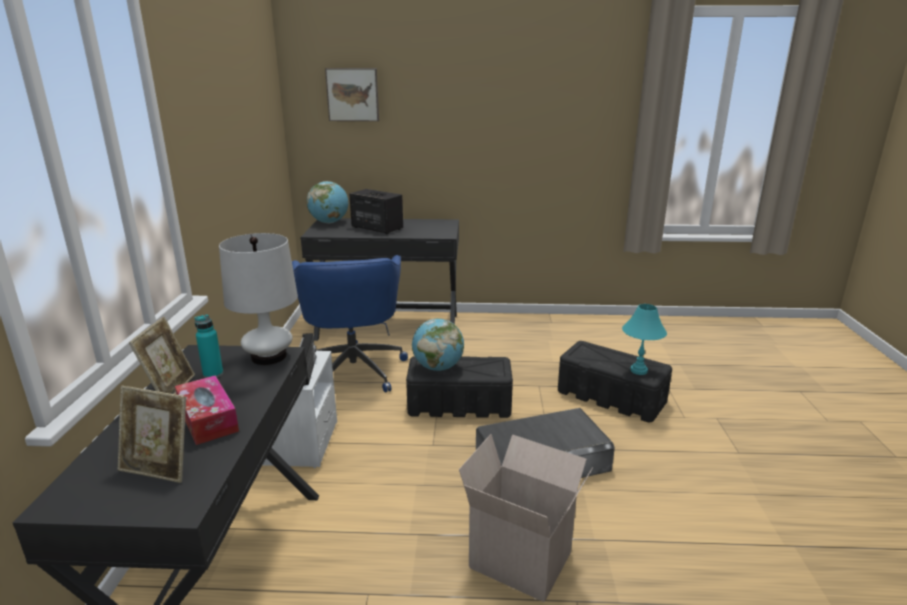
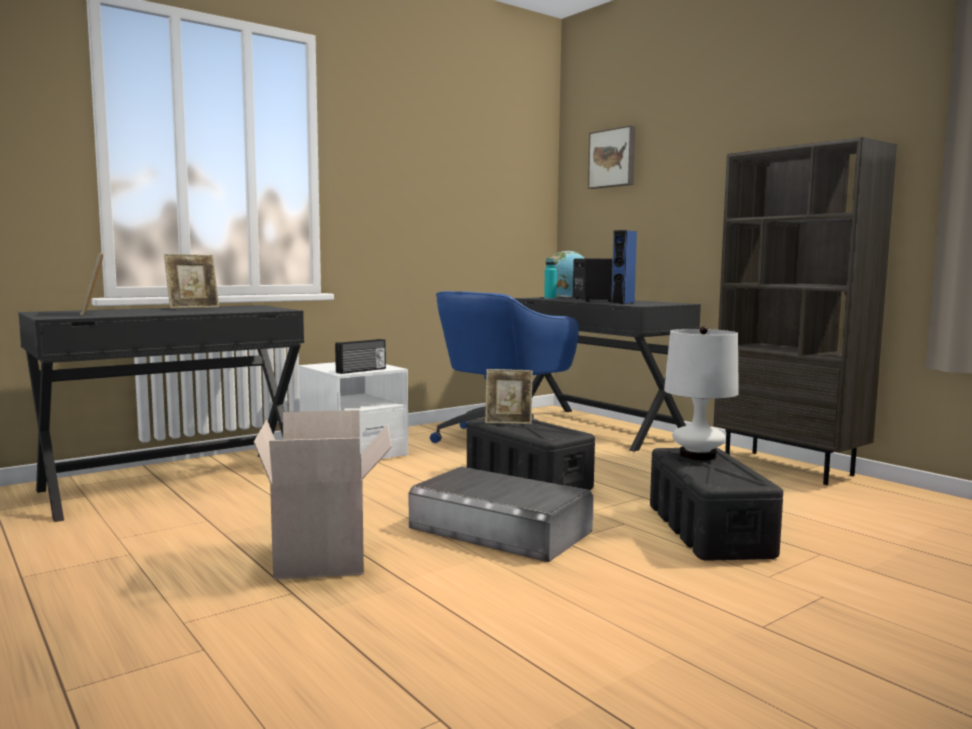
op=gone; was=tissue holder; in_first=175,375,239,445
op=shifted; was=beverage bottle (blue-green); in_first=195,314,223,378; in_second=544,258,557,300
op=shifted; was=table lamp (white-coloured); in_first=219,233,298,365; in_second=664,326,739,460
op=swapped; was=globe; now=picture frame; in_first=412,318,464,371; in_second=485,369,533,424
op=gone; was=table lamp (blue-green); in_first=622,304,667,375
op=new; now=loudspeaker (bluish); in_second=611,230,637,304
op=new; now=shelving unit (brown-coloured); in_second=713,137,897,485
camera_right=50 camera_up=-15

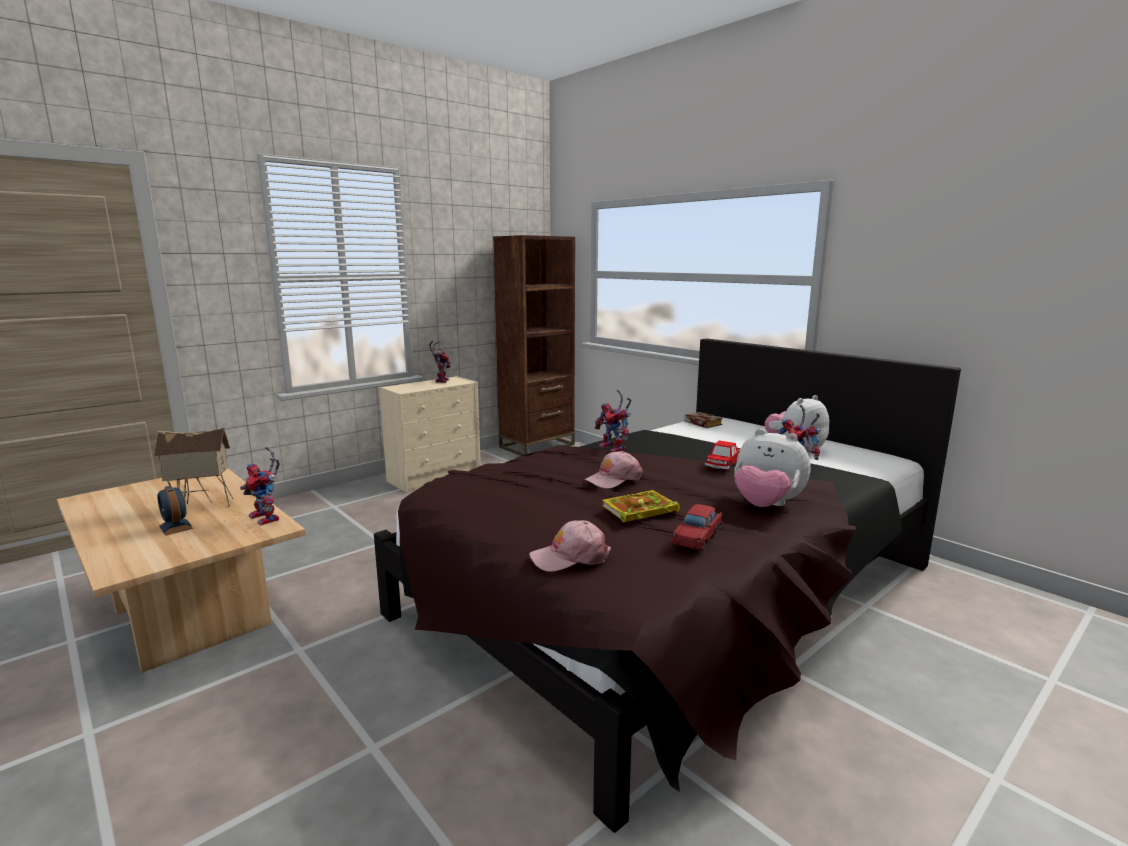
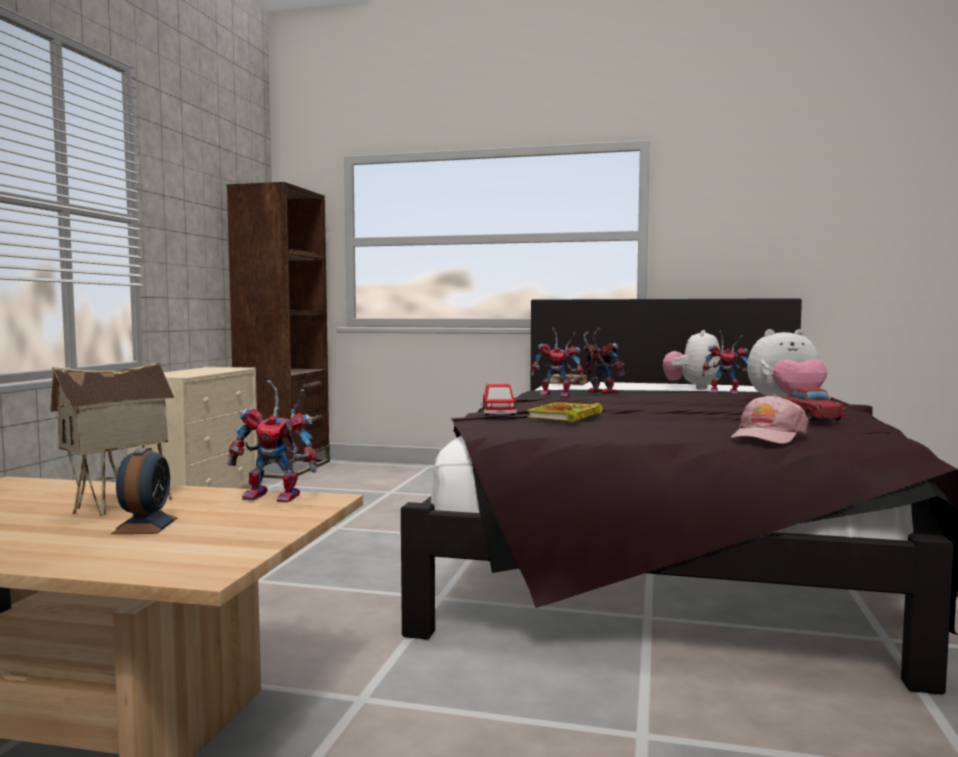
op=rotated; was=table clock; in_first=157,486,193,536; in_second=111,447,178,534; clockwise=-105
op=shifted; was=model robot; in_first=429,341,451,383; in_second=583,328,625,394
op=gone; was=baseball cap (pink); in_first=584,451,643,489
op=shifted; was=book; in_first=602,490,680,522; in_second=527,402,603,422
op=shifted; was=miniature car; in_first=705,440,740,470; in_second=481,384,517,415
camera_right=-35 camera_up=-10

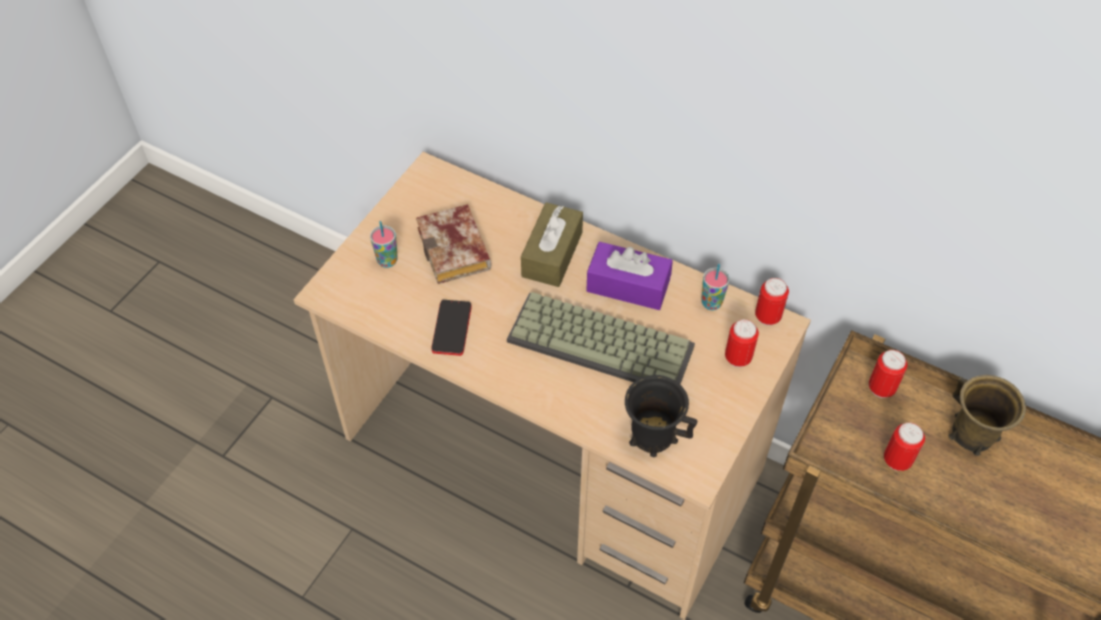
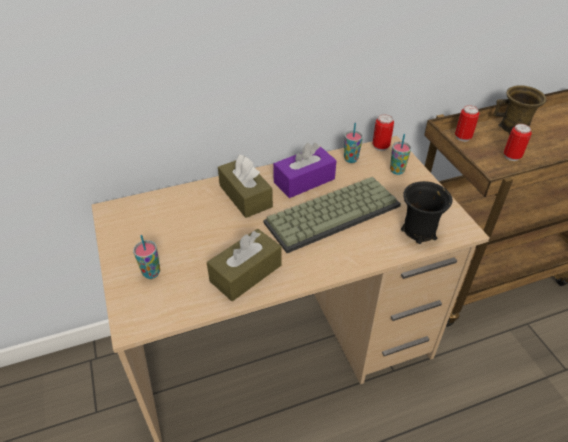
op=gone; was=book; in_first=416,204,491,284
op=swapped; was=handset; now=tissue holder (brown-coloured); in_first=431,300,471,356; in_second=207,229,282,301
op=swapped; was=sealed can; now=cup; in_first=725,319,759,367; in_second=390,134,411,175
camera_right=-50 camera_up=-10

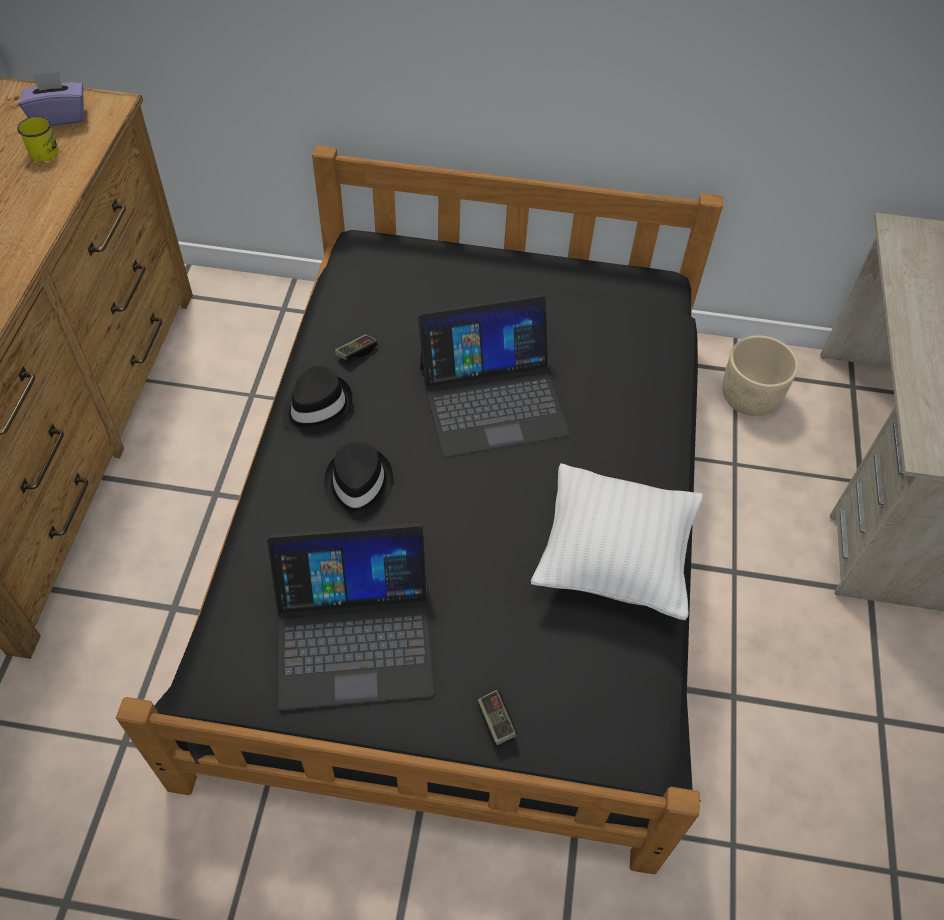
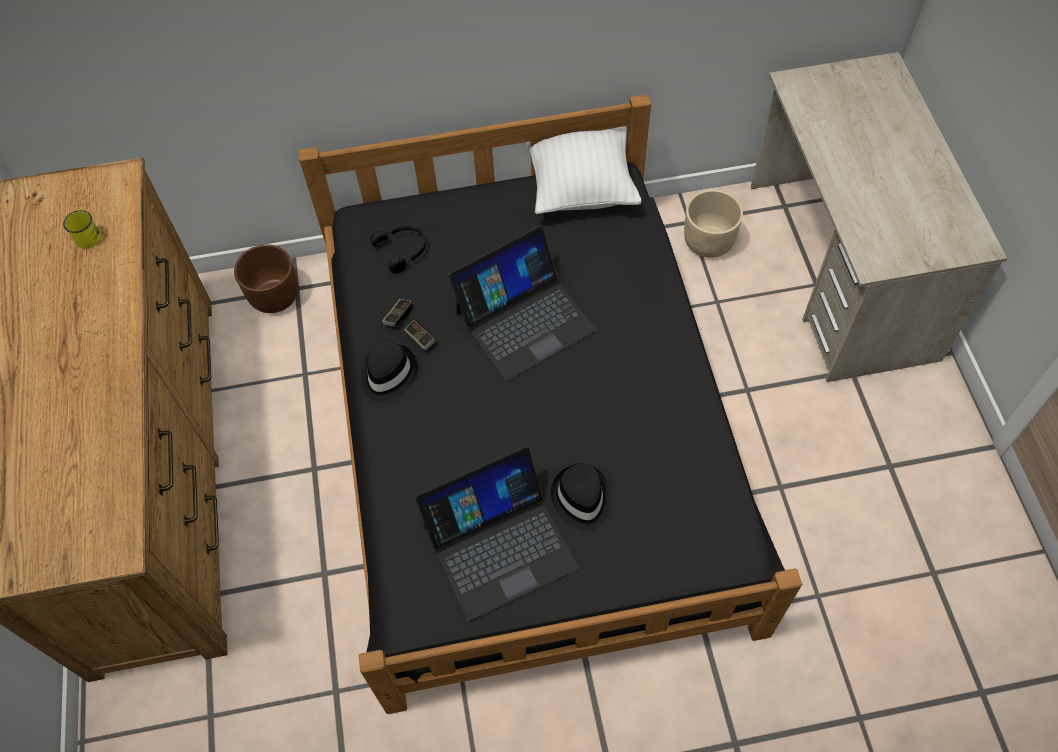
op=gone; was=tissue holder (purplish); in_first=19,72,84,126
op=shifted; was=clothing hat (blackish); in_first=324,442,393,520; in_second=551,464,611,530
op=shifted; was=game controller; in_first=478,690,517,745; in_second=404,320,436,351
op=shifted; was=cushion (white-coloured); in_first=531,463,703,620; in_second=526,126,642,214
op=new; now=flower pot (brown-coloured); in_second=234,244,298,313
op=new; now=pair of headphones (blackish); in_second=371,226,426,273
camera_right=-15 camera_up=5

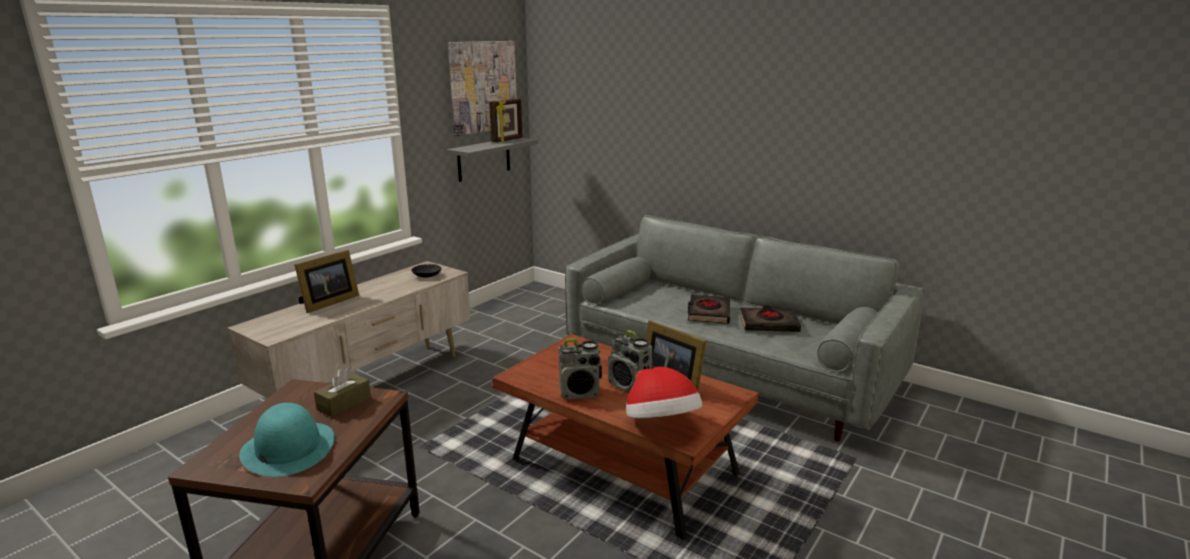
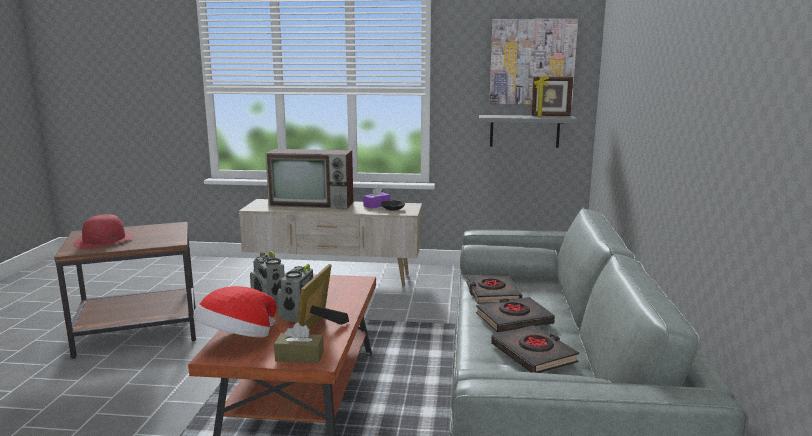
op=repainted; was=clothing hat (blue-green); now=clothing hat (red); in_first=239,403,335,477; in_second=73,214,135,249
op=swapped; was=picture frame; now=TV set; in_first=294,250,359,313; in_second=265,149,353,209
op=shifted; was=tissue holder (brown-coloured); in_first=314,368,371,417; in_second=274,322,324,363
op=new; now=tissue holder (purplish); in_second=363,185,390,209
op=new; now=book (blackish); in_second=467,274,522,304
camera_right=60 camera_up=-5

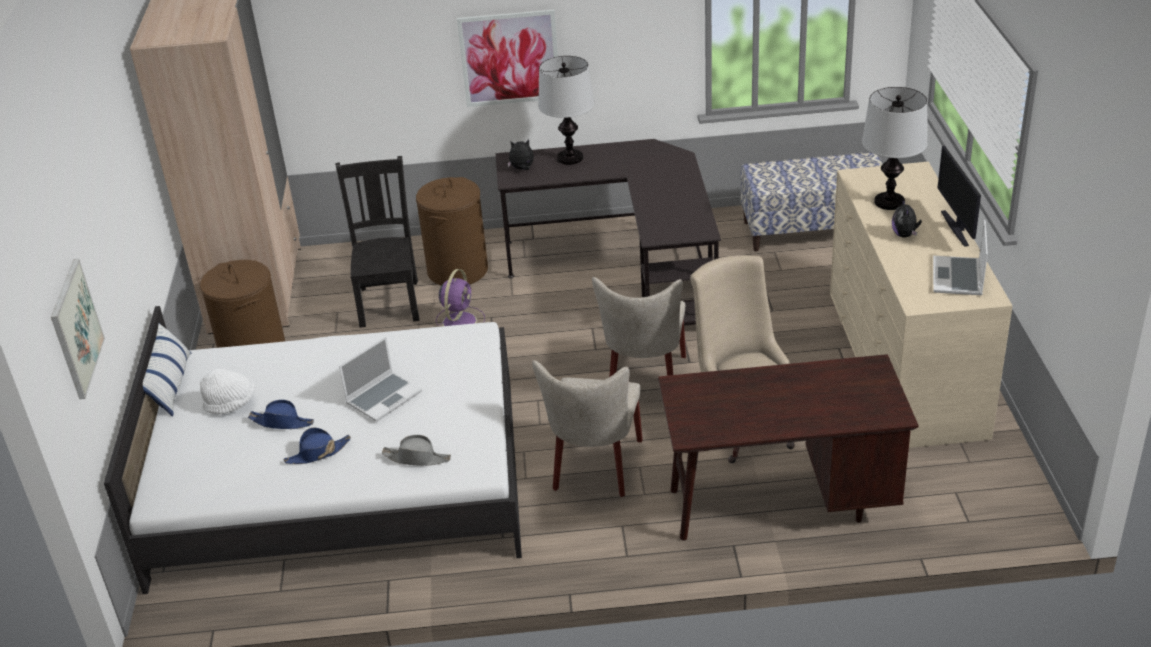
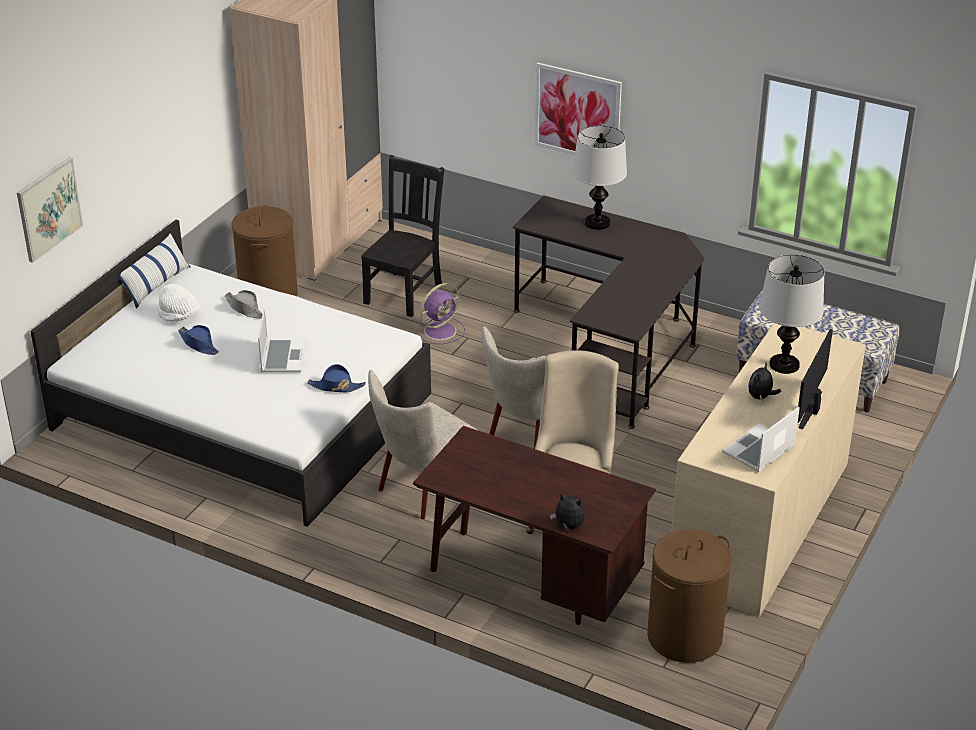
op=shifted; was=clothing hat (bluish); in_first=284,428,351,464; in_second=307,364,366,392
op=rotated; was=notebook computer; in_first=339,337,422,422; in_second=258,308,306,372; clockwise=-75
op=shifted; was=clothing hat (grey); in_first=382,435,451,465; in_second=225,290,263,319
op=shifted; was=washing basket (brown-coloured); in_first=416,177,488,285; in_second=647,529,732,663
op=shifted; was=soft toy; in_first=507,140,534,170; in_second=550,493,585,533
camera_right=30 camera_up=0

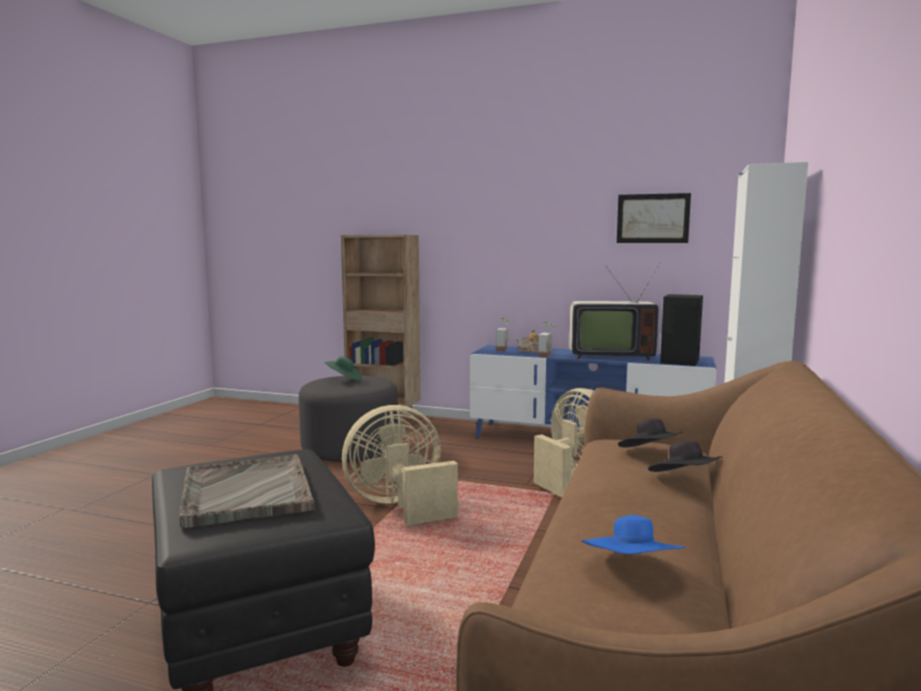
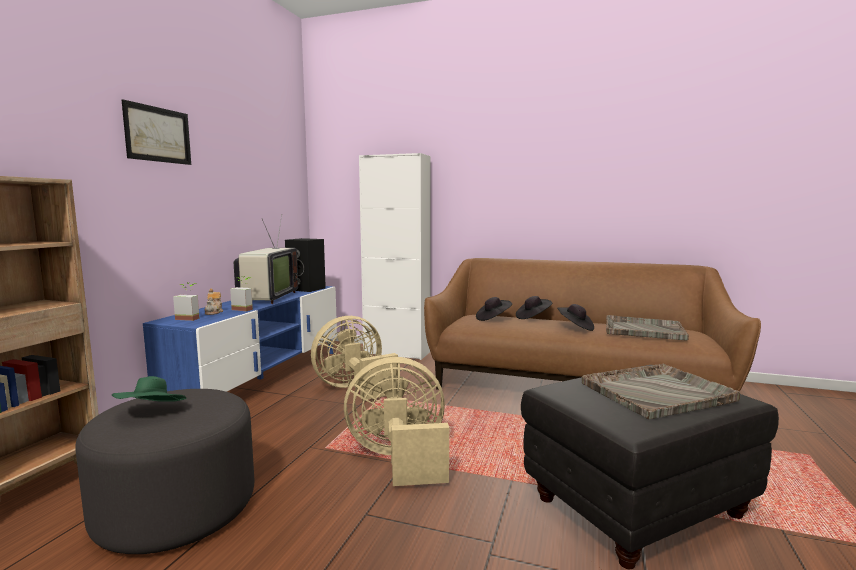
op=rotated; was=cooling fan (beige-coloured); in_first=342,405,458,525; in_second=344,357,449,486; clockwise=105
op=swapped; was=clothing hat (bluish); now=tray (grey); in_first=582,515,685,555; in_second=606,315,689,340
op=shifted; was=wall art; in_first=617,193,691,243; in_second=122,99,191,165
op=new; now=clothing hat (blackish); in_second=557,304,594,331
camera_right=-90 camera_up=0

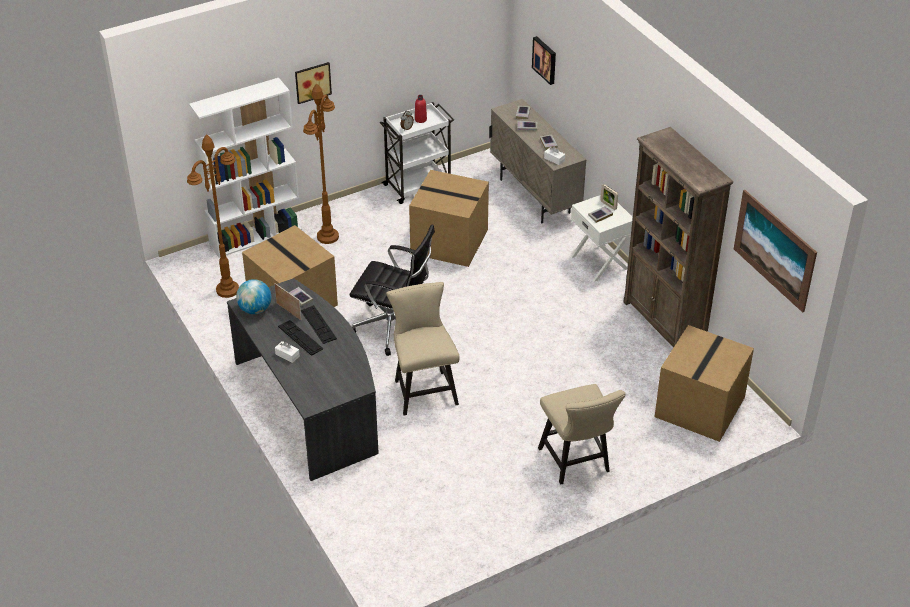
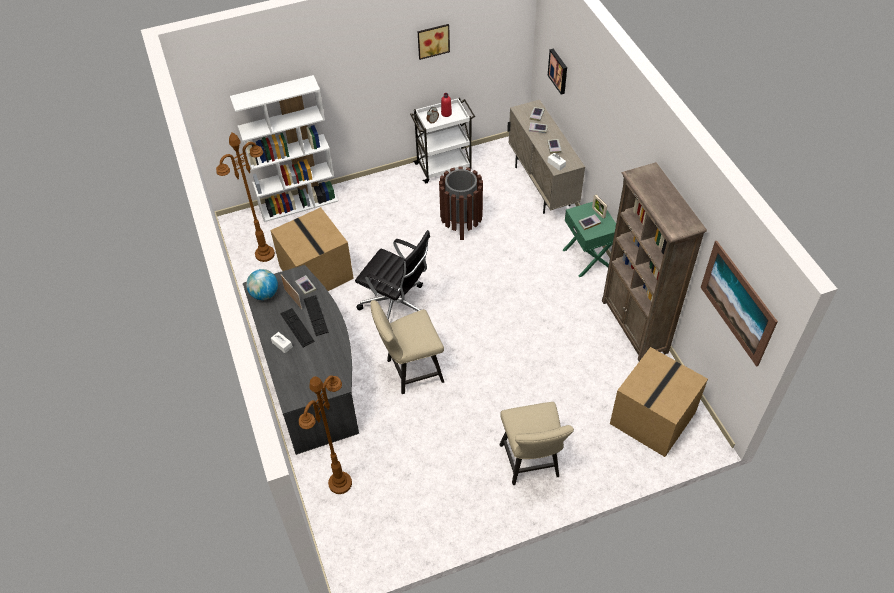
op=shifted; was=wall art; in_first=295,62,332,104; in_second=418,24,450,60
op=shifted; was=standing lamp (brown-coloured); in_first=303,83,339,244; in_second=299,375,352,494
op=rotated; was=chair (beige-coloured); in_first=386,282,460,415; in_second=370,300,444,394; clockwise=-105
op=swapped; was=carton; now=rubbish bin (brown-coloured); in_first=409,170,489,267; in_second=439,167,483,240
op=repainted; was=nightstand (white-coloured); now=nightstand (green); in_first=570,195,633,282; in_second=563,202,616,277
camera_right=10 camera_up=10

